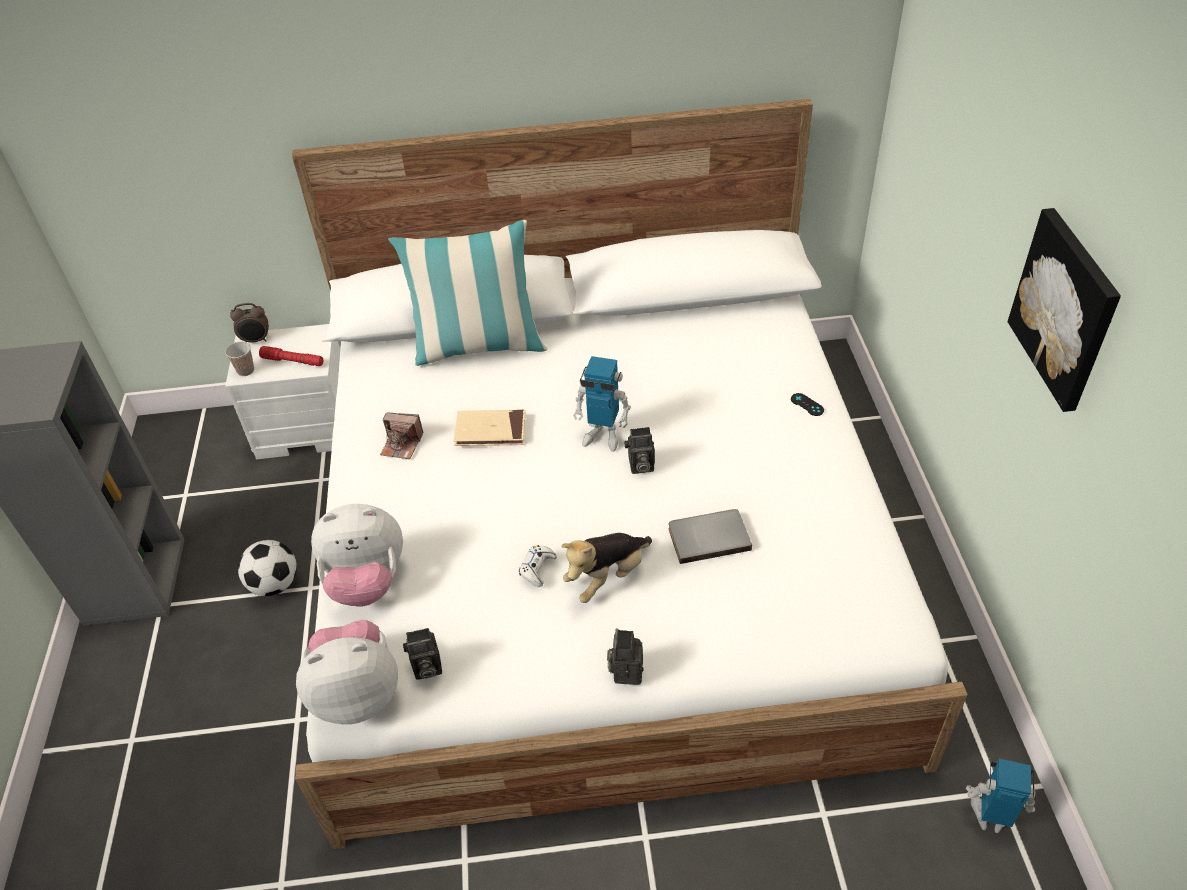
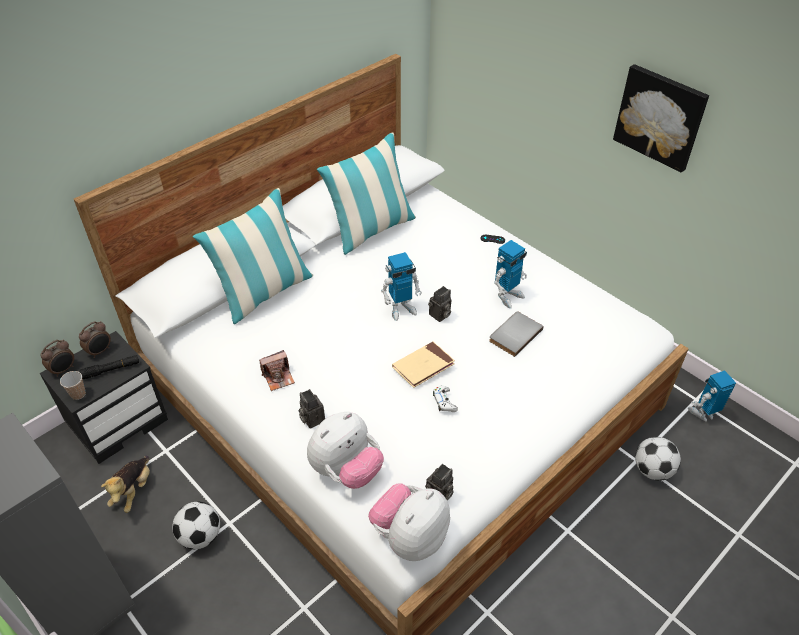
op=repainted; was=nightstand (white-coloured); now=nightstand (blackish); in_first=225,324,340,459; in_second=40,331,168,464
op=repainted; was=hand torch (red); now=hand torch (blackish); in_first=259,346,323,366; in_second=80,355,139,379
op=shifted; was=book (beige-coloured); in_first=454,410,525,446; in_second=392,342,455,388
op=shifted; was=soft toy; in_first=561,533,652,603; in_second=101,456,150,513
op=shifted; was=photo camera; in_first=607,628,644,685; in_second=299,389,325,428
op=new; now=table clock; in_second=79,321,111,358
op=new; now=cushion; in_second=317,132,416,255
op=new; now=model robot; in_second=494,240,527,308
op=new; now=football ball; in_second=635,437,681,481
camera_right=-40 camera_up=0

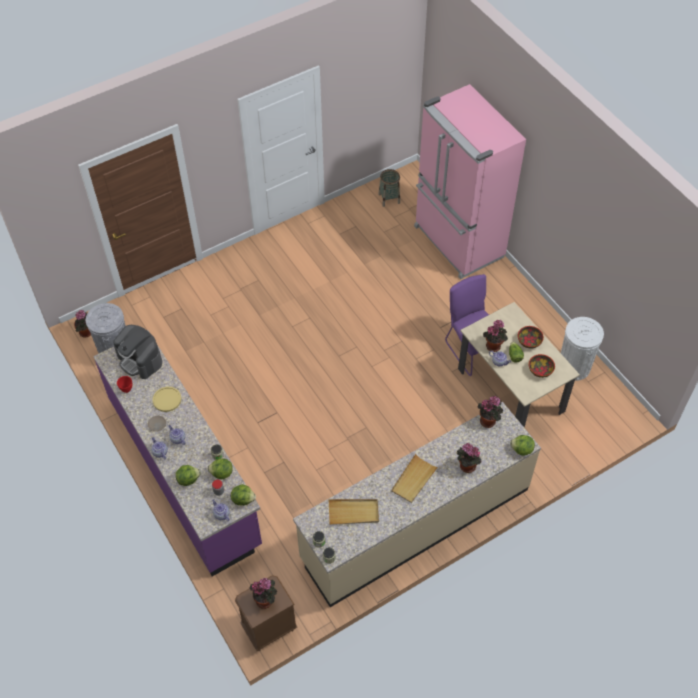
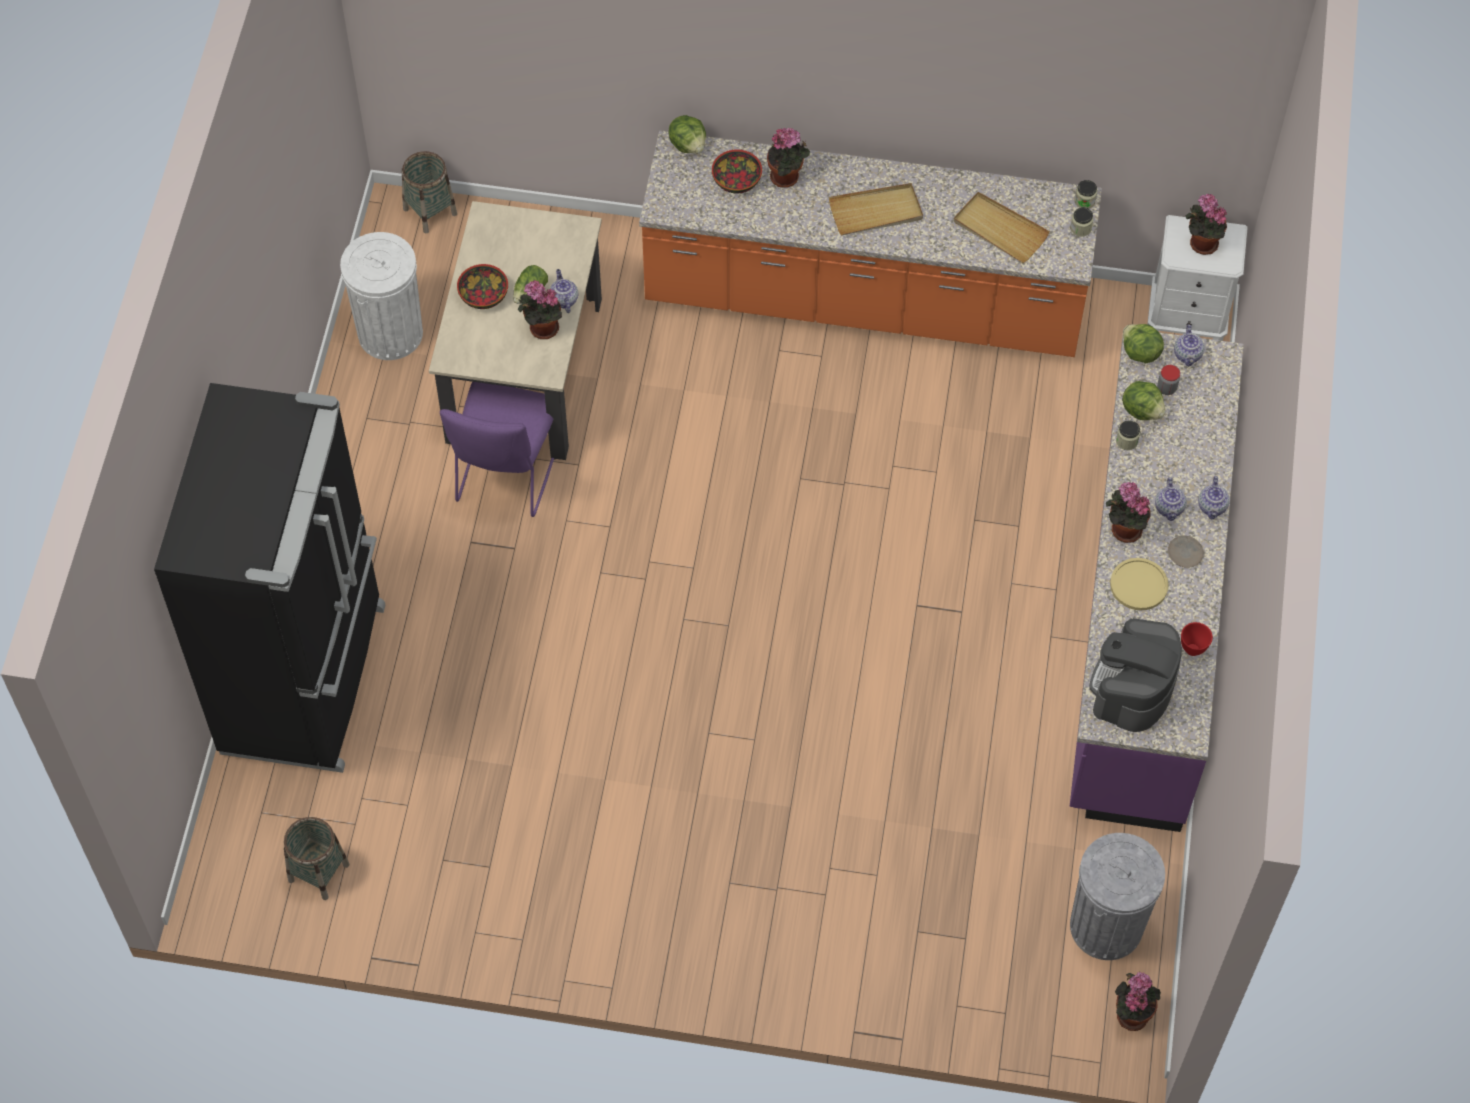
op=rotated; was=coffee brewer; in_first=113,325,162,379; in_second=1089,618,1182,732; clockwise=-150
op=gone; was=lettuce; in_first=176,465,201,486
op=repainted; was=nightstand (brown-coloured); now=nightstand (white-coloured); in_first=235,575,297,651; in_second=1147,215,1248,341
op=repainted; was=kitchen counter (beige-coloured); now=kitchen counter (orangey); in_first=293,402,541,607; in_second=639,130,1102,357
op=repainted; was=fridge (pink); now=fridge (blackish); in_first=414,84,526,279; in_second=154,383,385,773
op=shifted; was=potted plant; in_first=477,396,503,428; in_second=1106,482,1151,543
op=shifted; was=serving bowl; in_first=529,354,555,378; in_second=712,149,762,194
op=new; now=household basket; in_second=402,151,457,234
camera_right=-140 camera_up=5

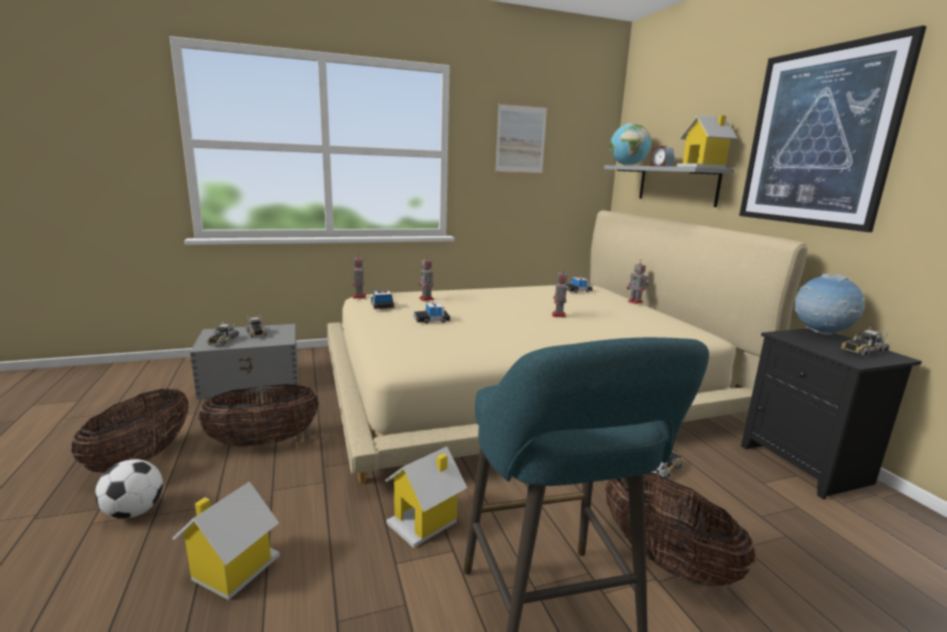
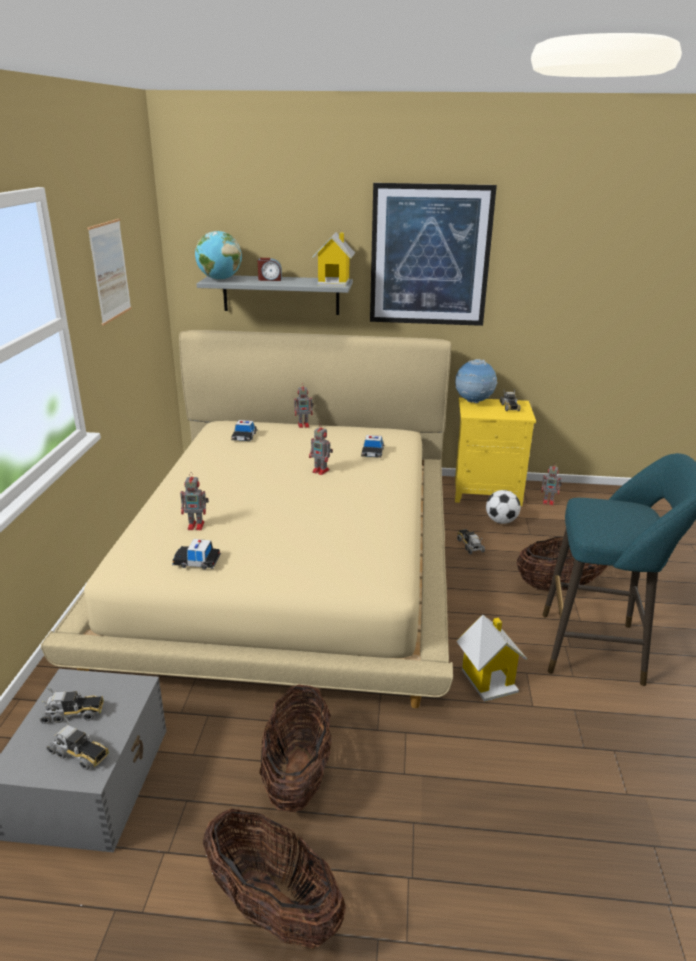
op=shifted; was=football ball; in_first=95,459,163,519; in_second=486,490,521,524
op=gone; was=toy house; in_first=173,481,280,600
op=shifted; was=model robot; in_first=353,255,366,299; in_second=541,463,562,505
op=shifted; was=miniature car; in_first=413,302,451,324; in_second=361,435,384,458
op=repainted; was=nightstand (blackish); now=nightstand (yellow); in_first=741,328,922,500; in_second=455,398,536,506
camera_right=-65 camera_up=10

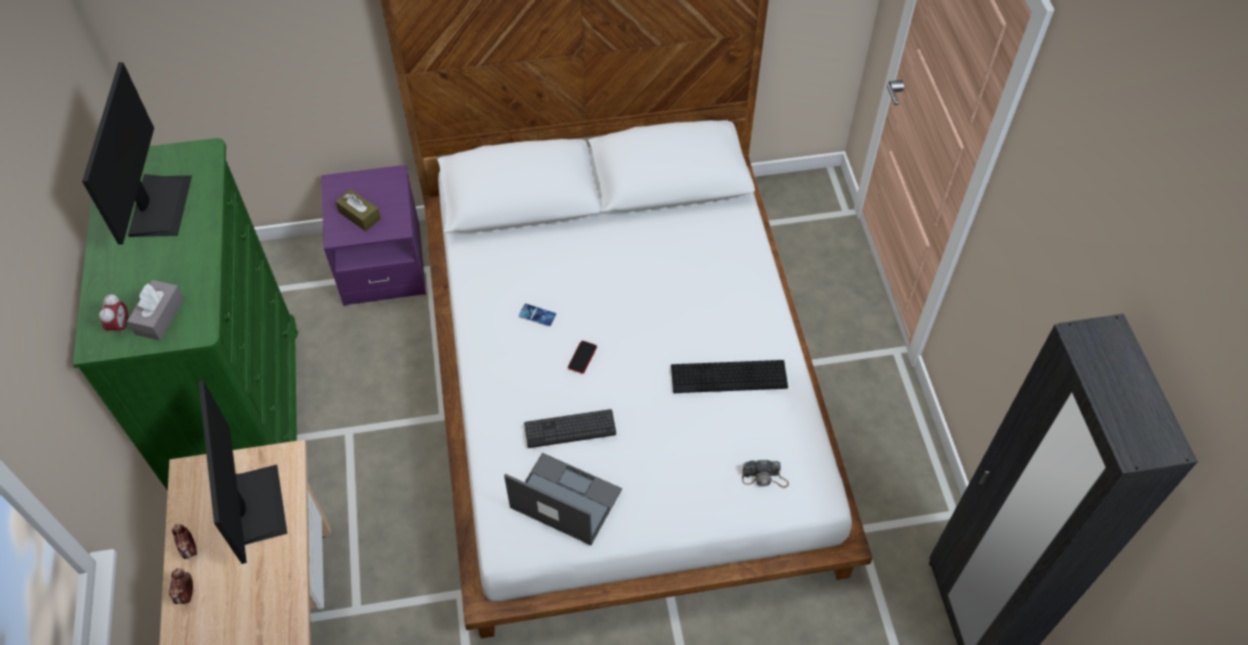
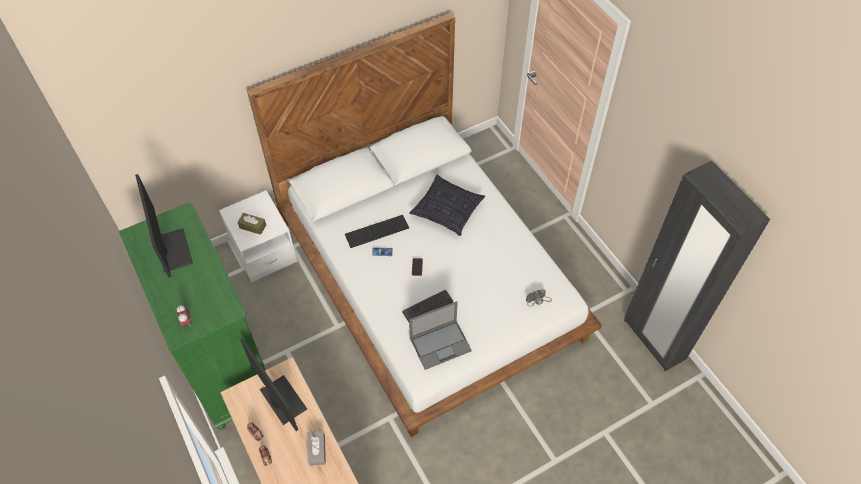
op=shifted; was=tissue holder (grey); in_first=127,280,184,340; in_second=307,431,326,466
op=repainted; was=nightstand (purplish); now=nightstand (white-coloured); in_first=321,165,426,306; in_second=219,190,297,282
op=rotated; was=notebook computer; in_first=504,453,622,545; in_second=409,301,472,370; clockwise=150
op=shifted; was=PC keyboard; in_first=671,360,788,393; in_second=345,215,409,248
op=new; now=cushion; in_second=409,175,485,236
camera_right=-20 camera_up=0

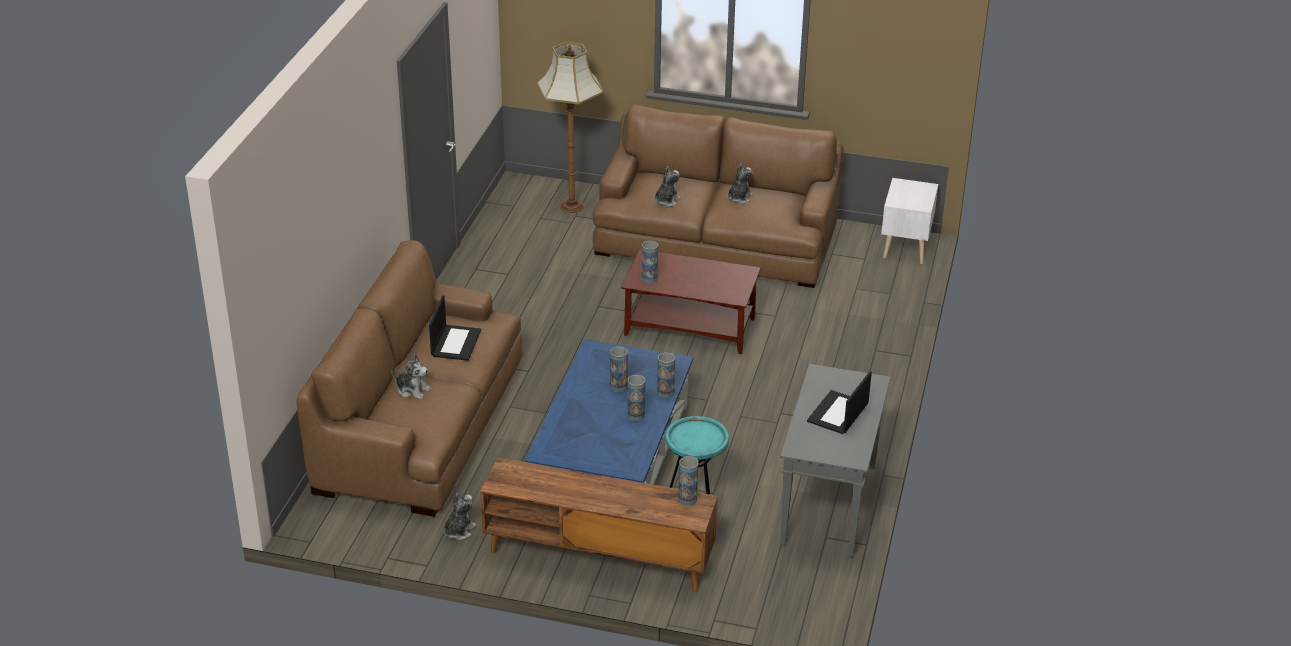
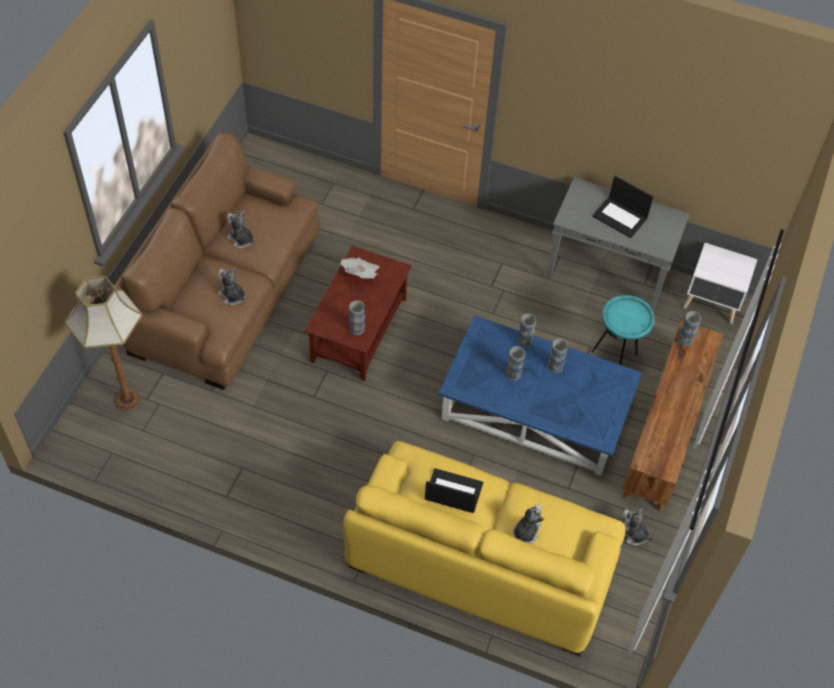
op=repainted; was=settee (brown-coloured); now=settee (yellow); in_first=296,240,523,517; in_second=343,441,625,656
op=shifted; was=nightstand (white-coloured); in_first=881,178,938,264; in_second=683,243,758,324
op=new; now=printed paper; in_second=340,257,379,279
camera_right=-85 camera_up=20

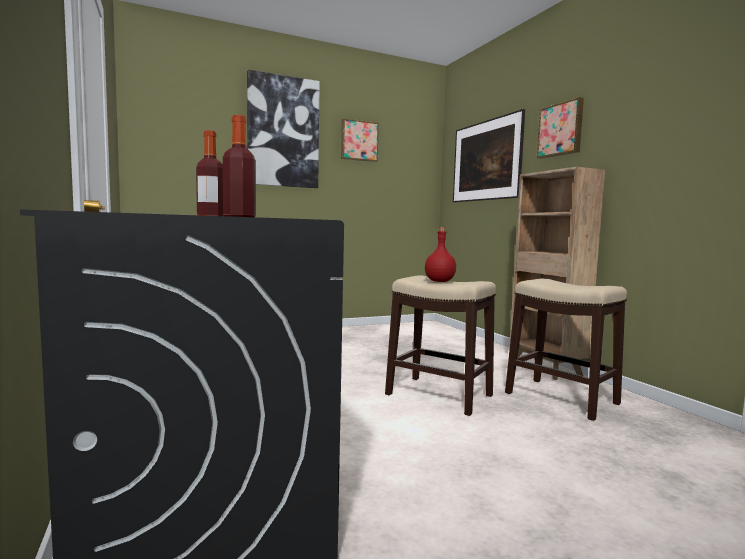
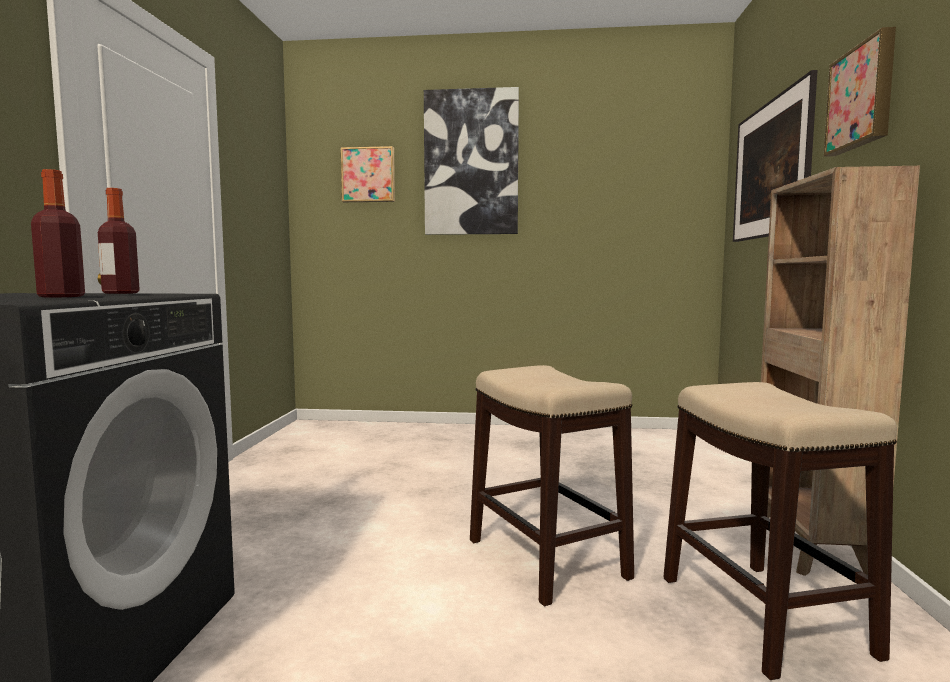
op=shifted; was=wall art; in_first=341,118,379,162; in_second=341,146,395,202
op=gone; was=beverage bottle (red); in_first=425,227,456,282
camera_right=30 camera_up=0

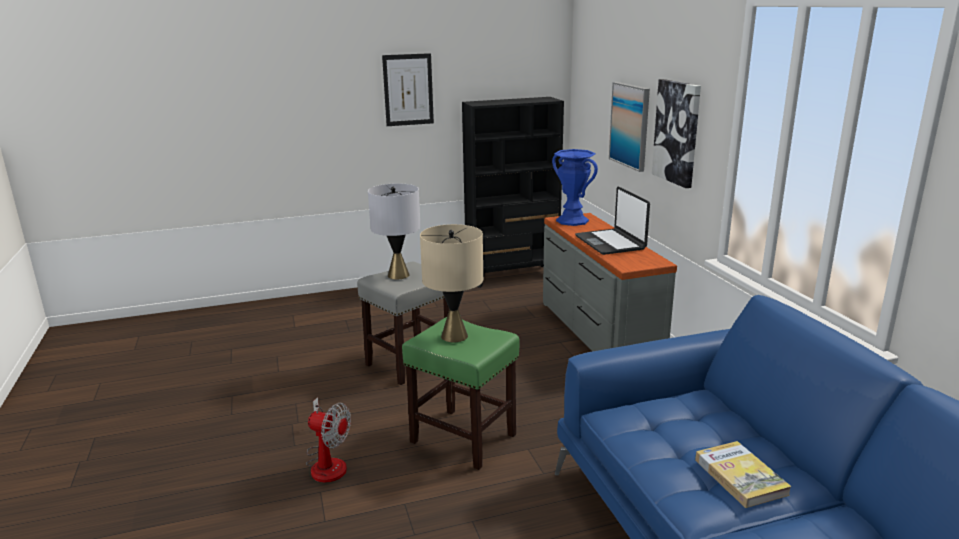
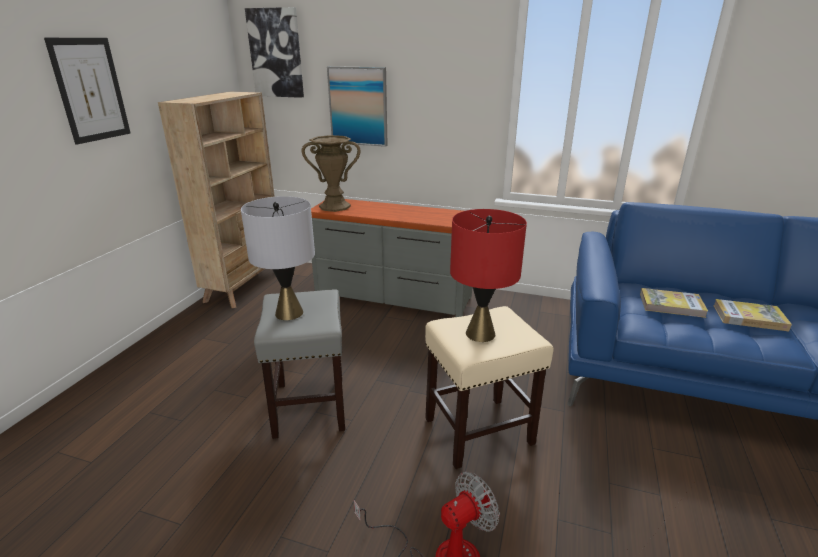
op=repainted; was=stool (green); now=stool (beige-coloured); in_first=402,317,519,470; in_second=425,306,554,469
op=repainted; was=table lamp (beige-coloured); now=table lamp (red); in_first=420,224,483,342; in_second=450,209,527,342
op=repainted; was=shelving unit (blackish); now=shelving unit (beige-coloured); in_first=462,97,564,288; in_second=158,92,275,308
op=repainted; was=vase (bluish); now=vase (brown-coloured); in_first=552,149,598,226; in_second=302,135,361,212
op=gone; was=notebook computer; in_first=575,187,650,255
op=shifted; was=wall art; in_first=652,79,701,188; in_second=245,7,304,98
op=new; now=book; in_second=640,288,708,318
camera_right=-55 camera_up=5

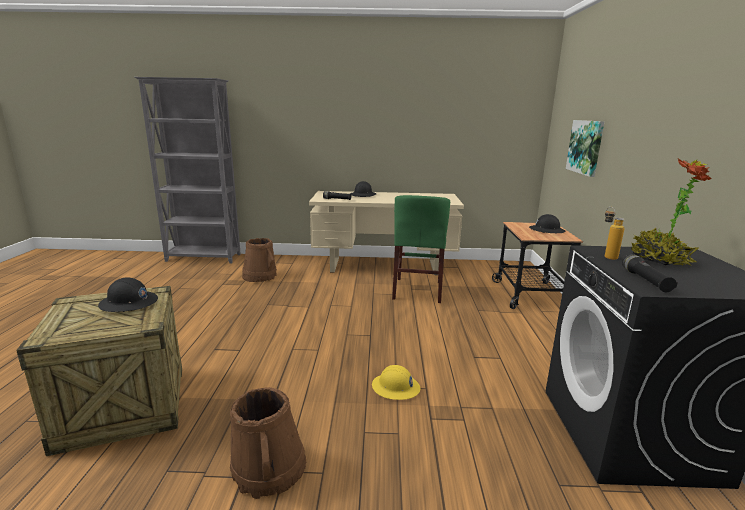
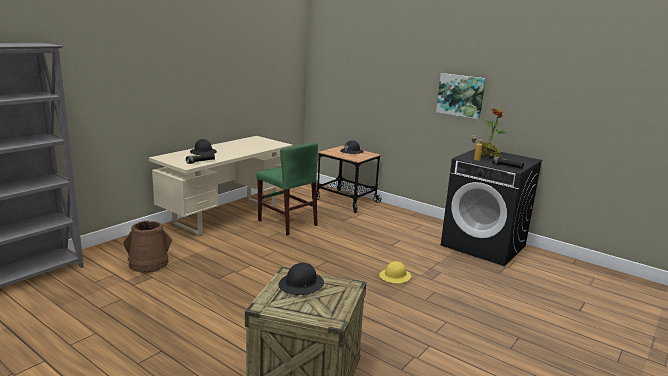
op=gone; was=water bucket (brown-coloured); in_first=230,387,306,499
op=shifted; was=wall art; in_first=566,120,604,177; in_second=436,73,486,119
camera_right=-55 camera_up=0

